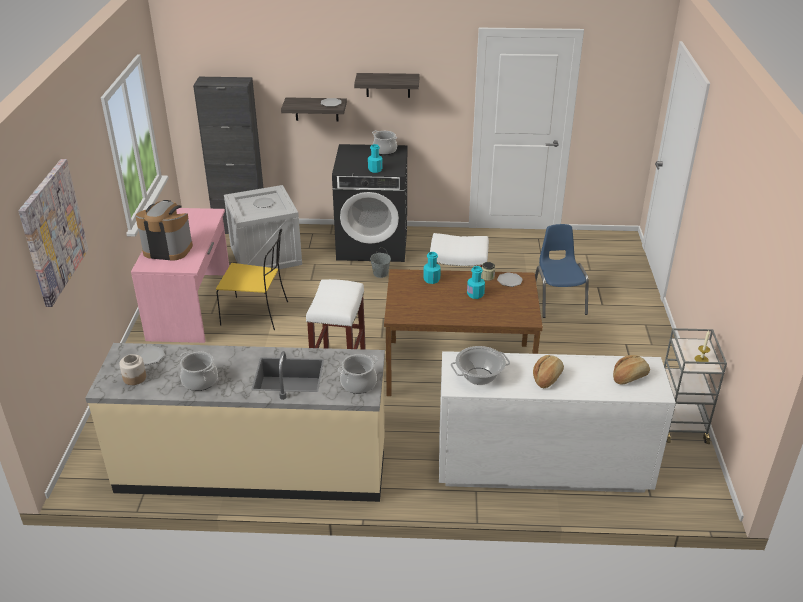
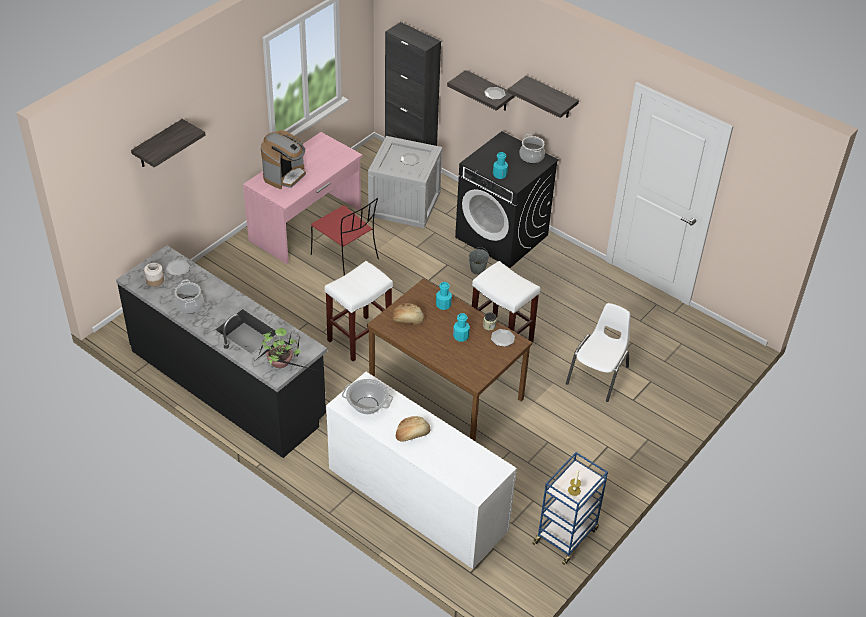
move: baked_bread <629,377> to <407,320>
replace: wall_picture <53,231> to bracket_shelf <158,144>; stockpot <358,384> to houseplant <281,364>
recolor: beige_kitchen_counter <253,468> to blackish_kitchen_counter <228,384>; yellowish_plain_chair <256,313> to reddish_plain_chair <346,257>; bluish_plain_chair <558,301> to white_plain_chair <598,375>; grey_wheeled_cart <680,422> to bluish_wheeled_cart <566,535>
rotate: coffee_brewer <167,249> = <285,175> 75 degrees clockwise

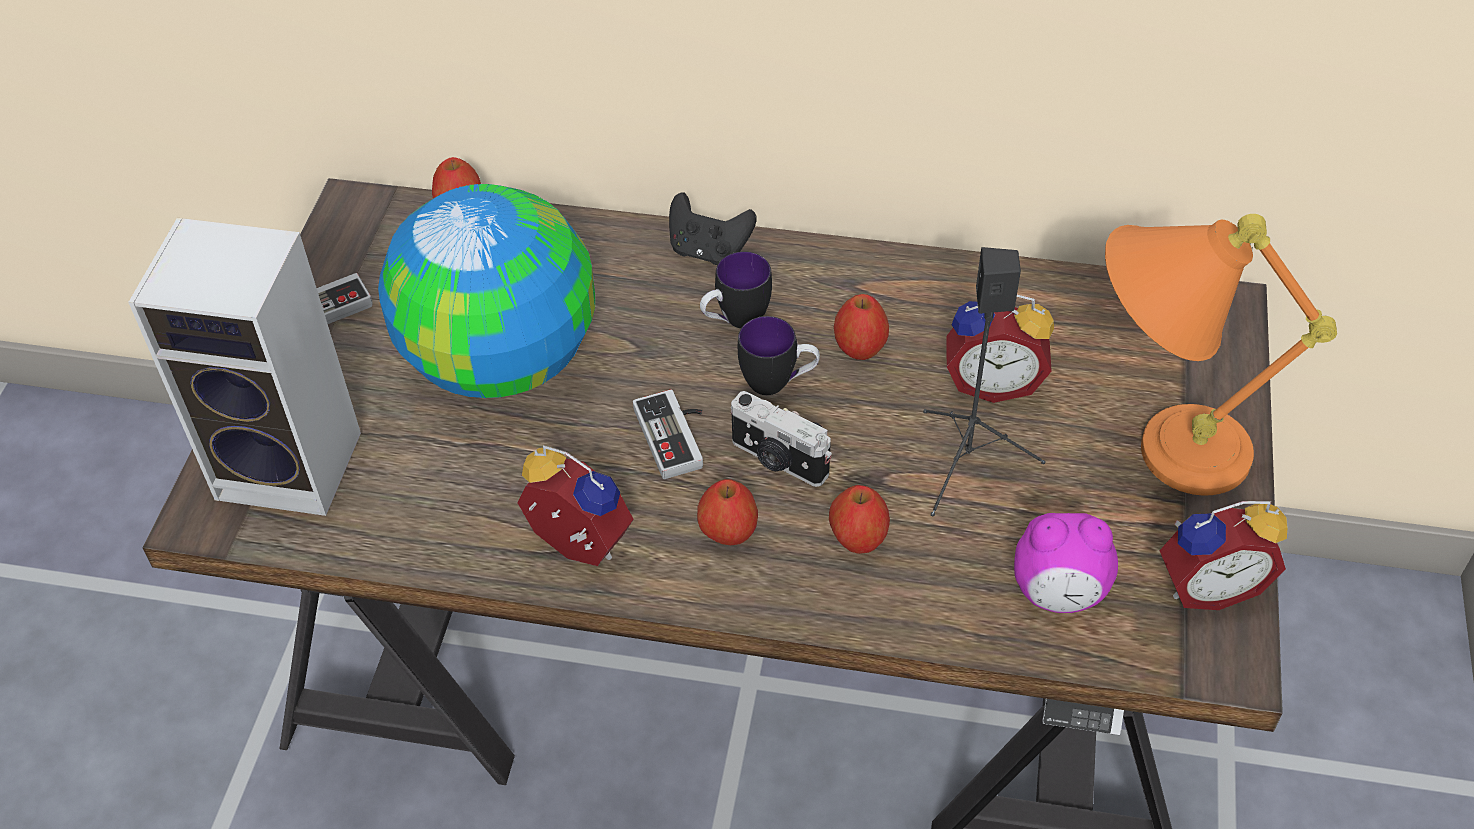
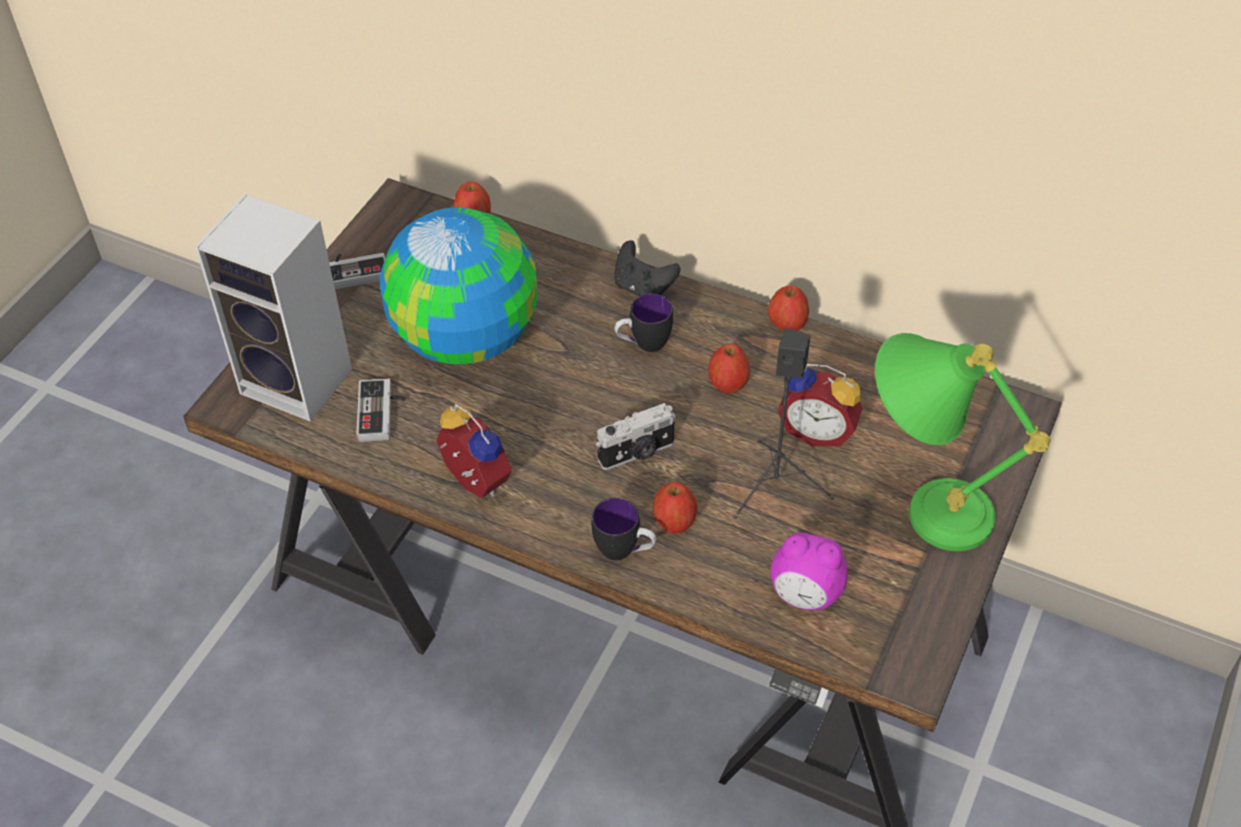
delete: alarm_clock <1207,584>
move: game_controller <677,436> to <382,413>; apple <728,533> to <787,325>; mug <778,383> to <624,552>
recolor: orangey_lamp_for_a_table <1153,447> to green_lamp_for_a_table <920,506>
rotate: still_camera <778,460> = <637,453> 75 degrees counterclockwise

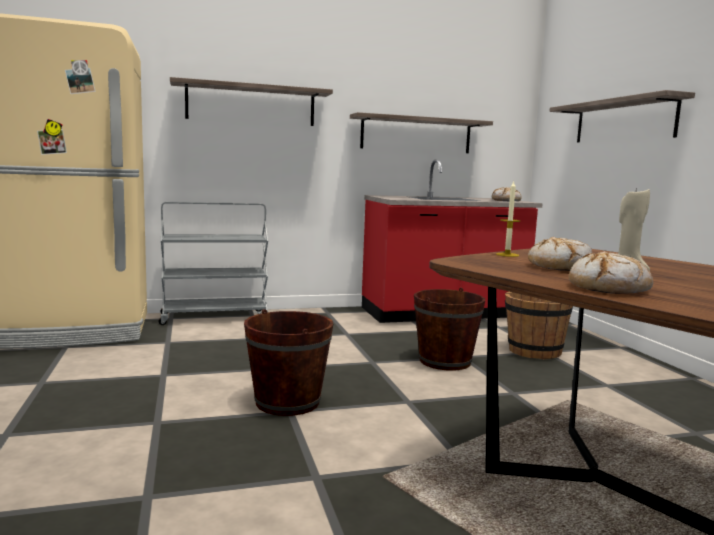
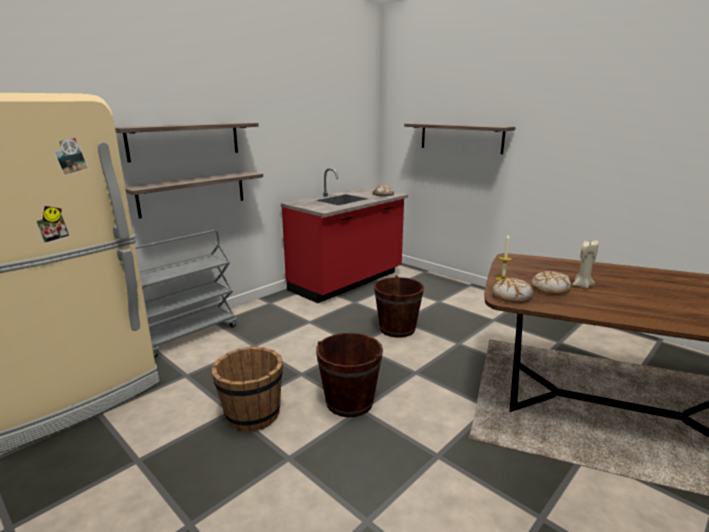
move: bracket_shelf <416,134> to <193,193>; brownish_water_bucket <533,351> to <252,415>; baked_bread <608,288> to <512,296>

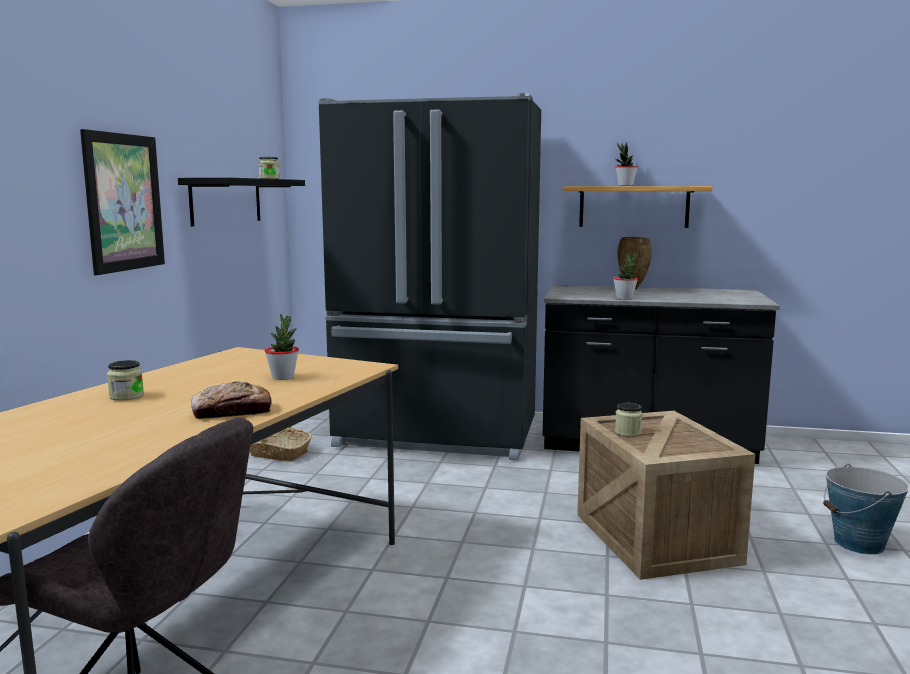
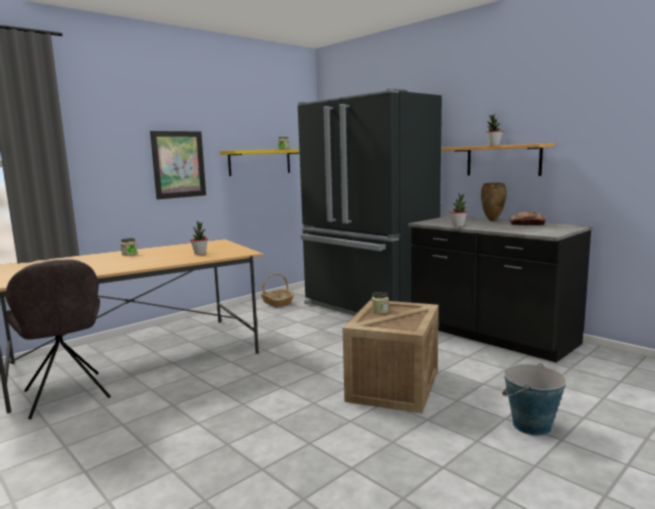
move: baked_bread <232,411> to <527,224>
recolor: blackish_bracket_shelf <226,201> to yellowish_bracket_shelf <260,162>

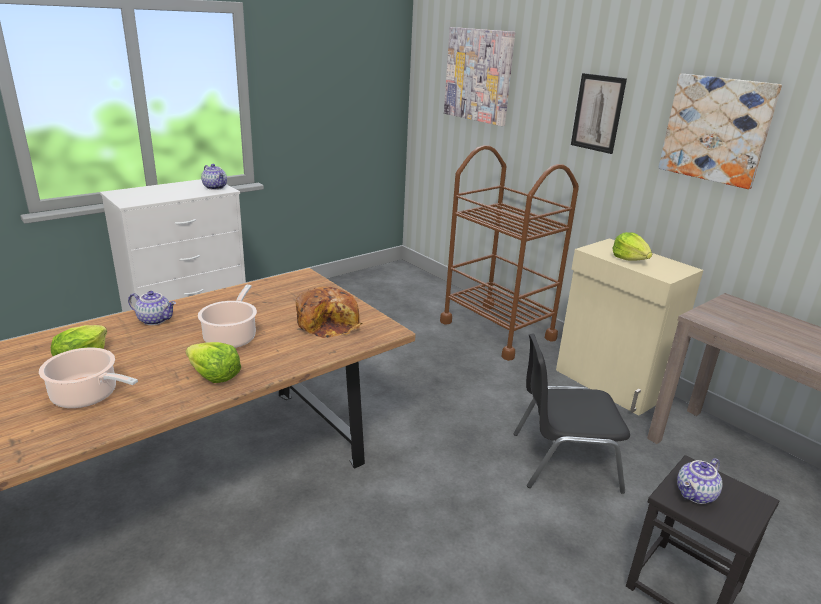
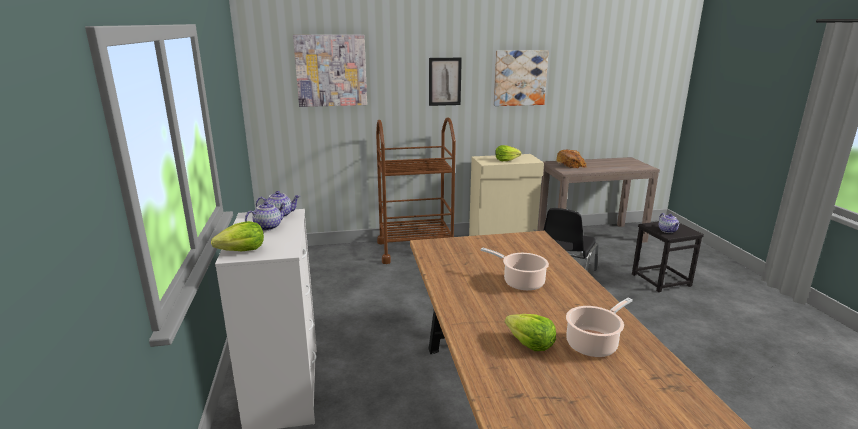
move: teapot <155,320> to <268,227>; lettuce_head <214,376> to <242,250>; baked_bread <329,322> to <571,165>

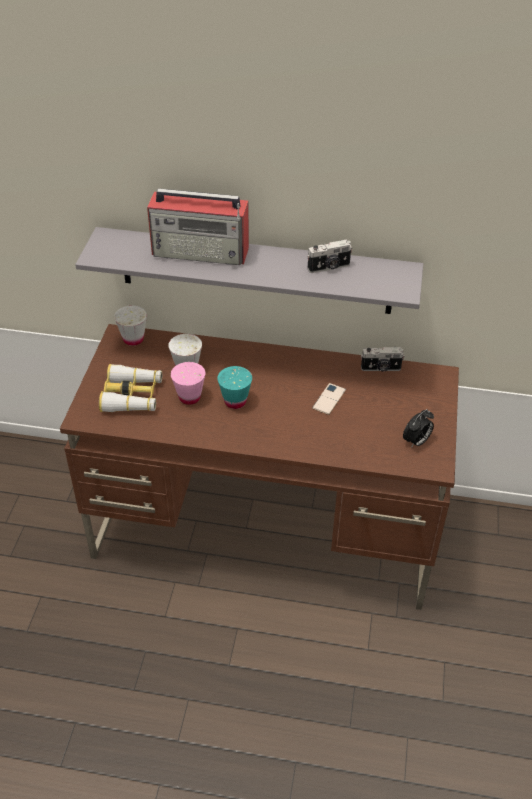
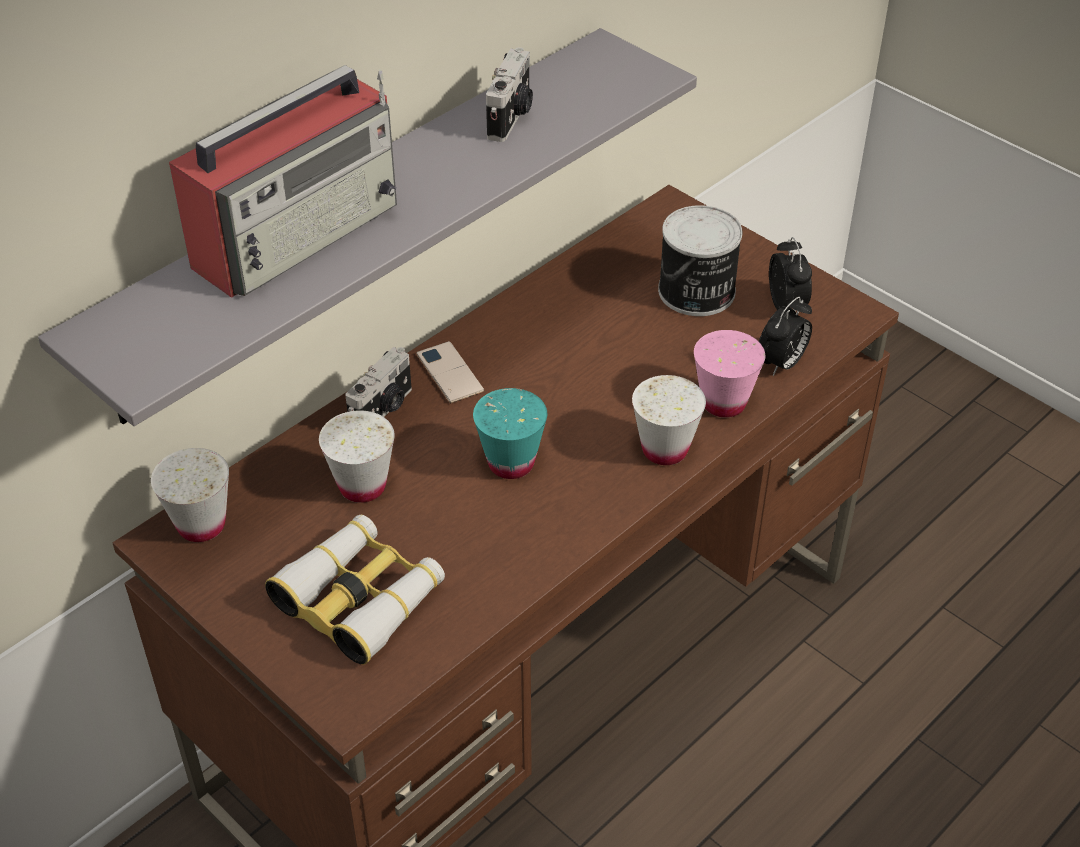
insert: white_cup <664,449>; metal_can <696,292>; alarm_clock <781,364>
move: pink-coloured_cup <189,397> to <723,403>; phone <329,399> to <449,373>; still_camera <381,369> to <383,410>

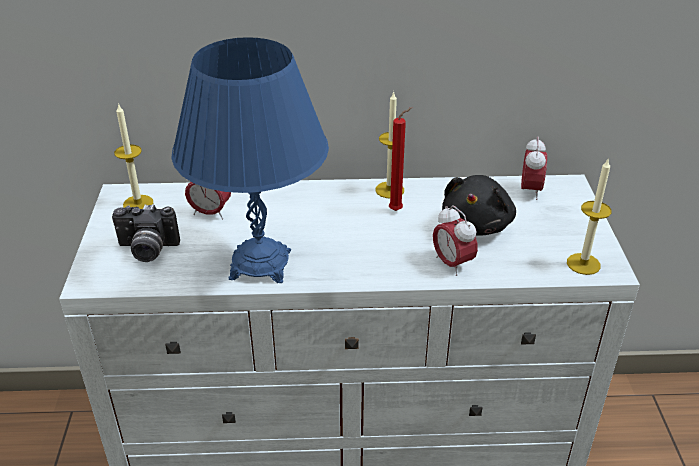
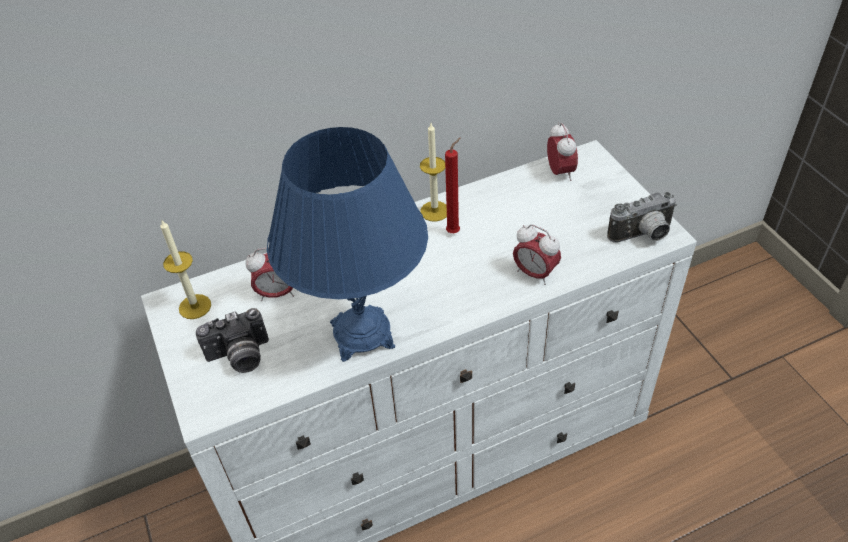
delete: blackish_plush_toy <477,224>
replace: candle <583,264> to still_camera <643,236>

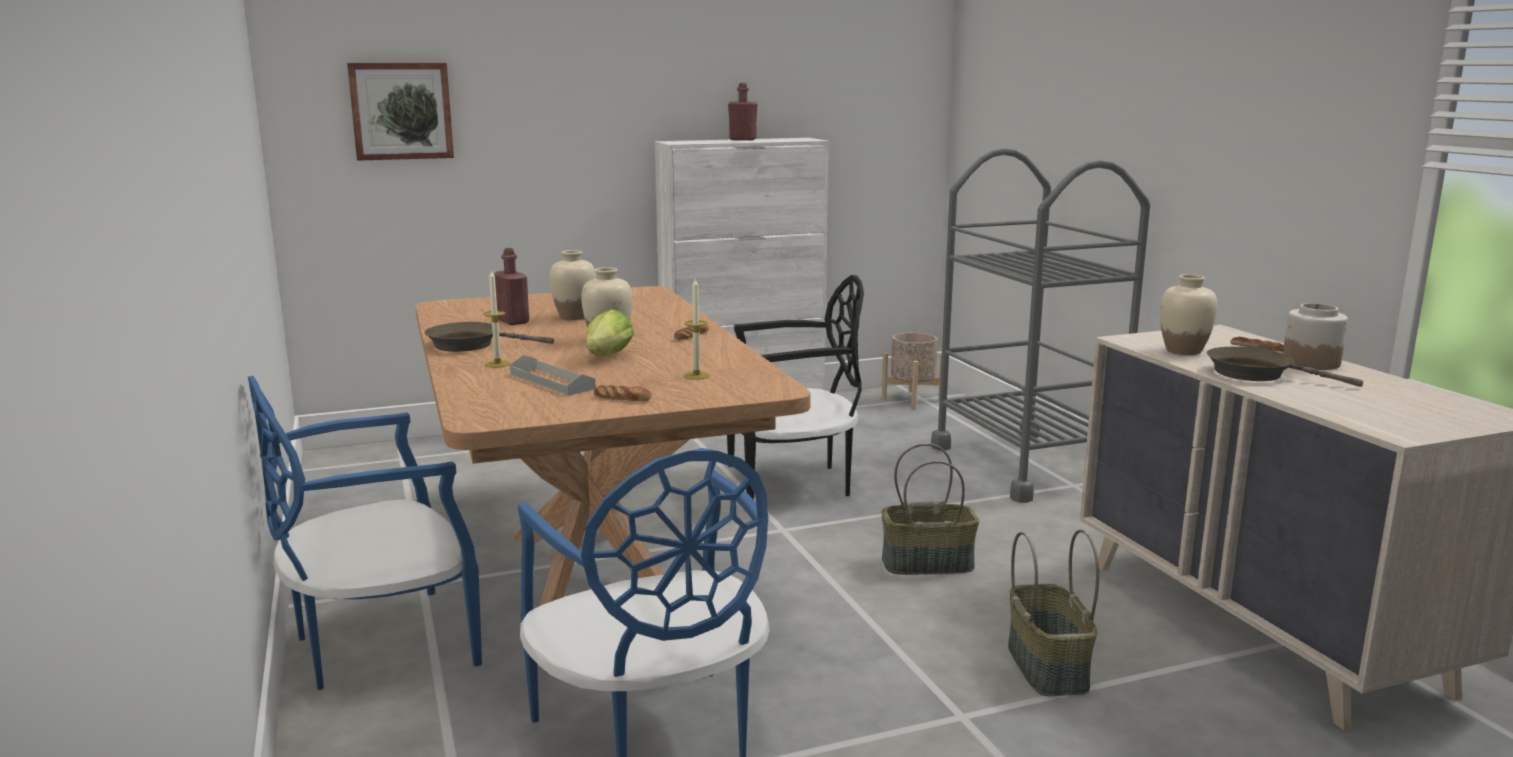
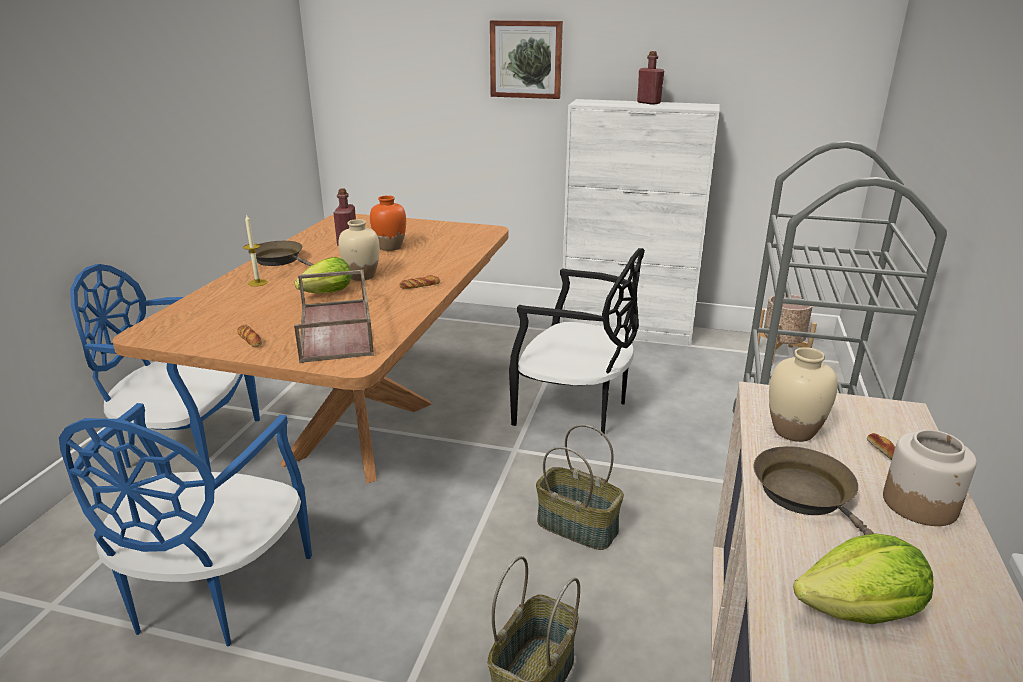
delete: grey_serving_tray <552,381>
insert: lettuce_head <860,612>
move: wall_picture <401,111> to <526,59>
replace: candle <696,375> to brownish_serving_tray <337,330>
recolor: beige_decorative_vase <574,317> to orangey_decorative_vase <390,247>

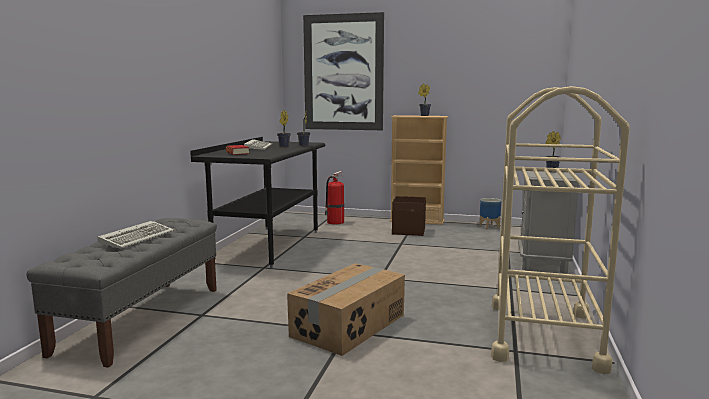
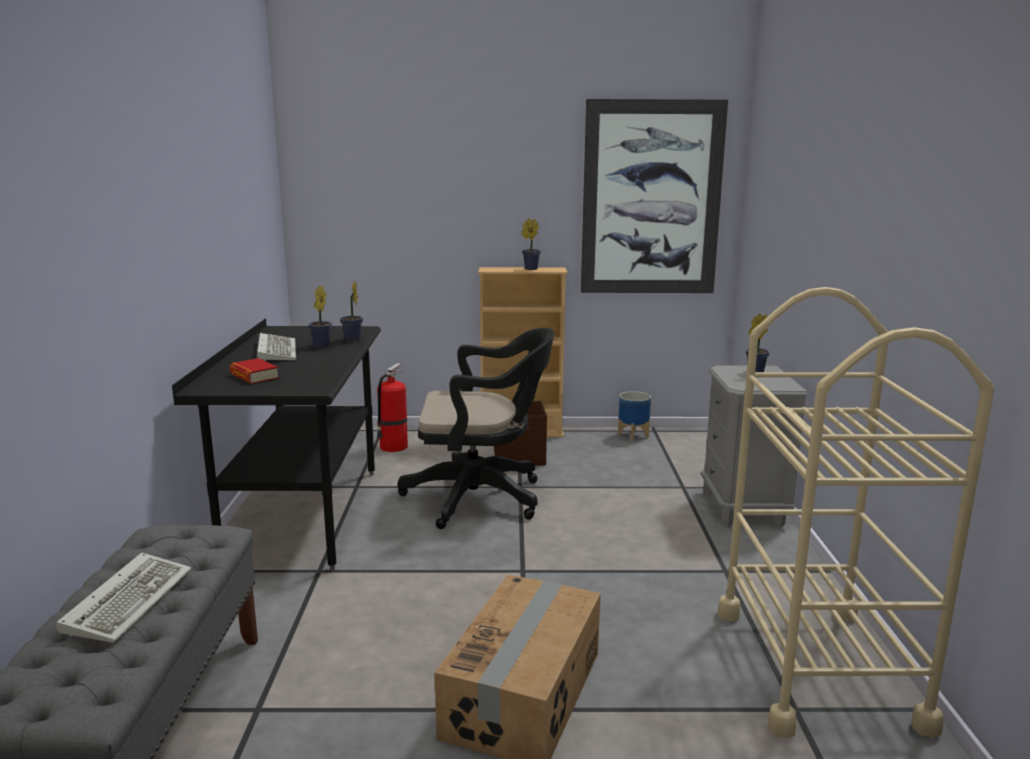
insert: blackish_office_chair <482,498>
move: wall_picture <343,73> to <651,199>

